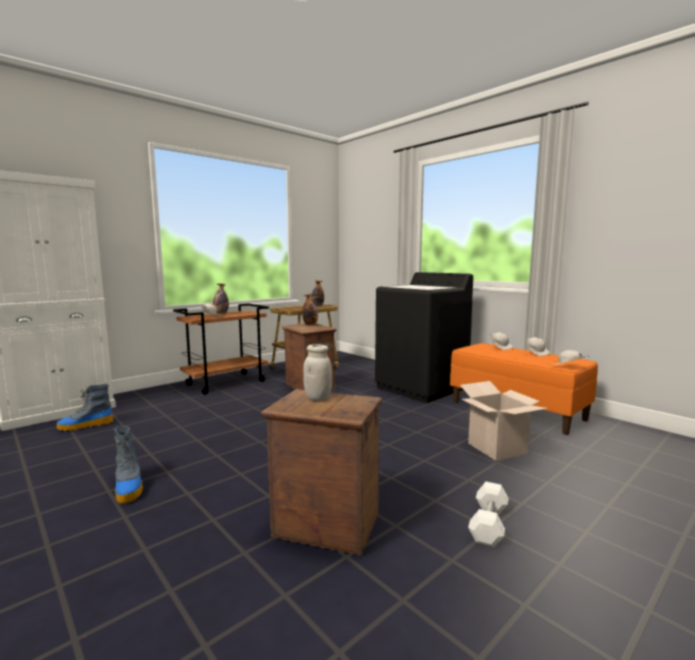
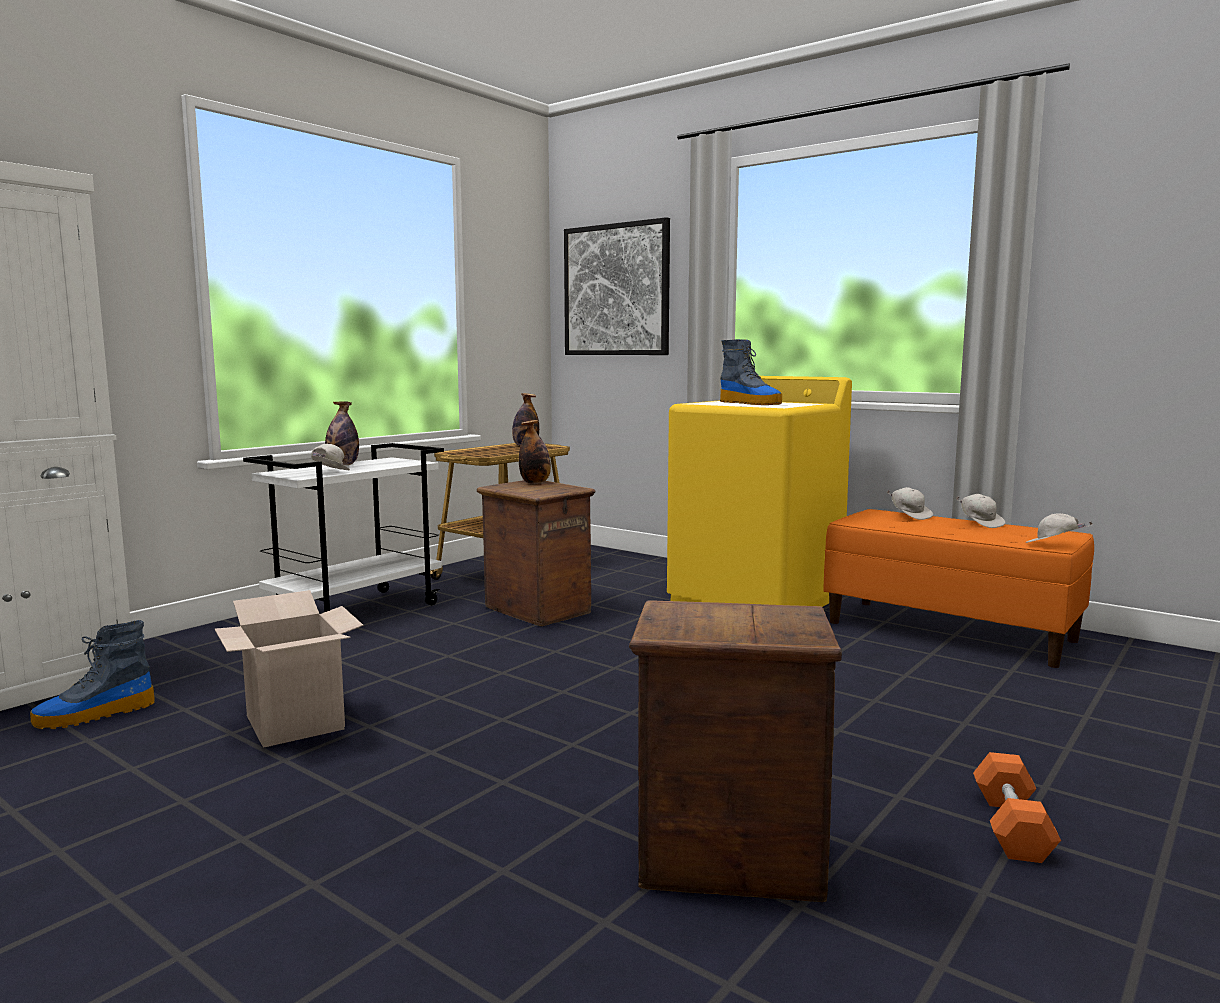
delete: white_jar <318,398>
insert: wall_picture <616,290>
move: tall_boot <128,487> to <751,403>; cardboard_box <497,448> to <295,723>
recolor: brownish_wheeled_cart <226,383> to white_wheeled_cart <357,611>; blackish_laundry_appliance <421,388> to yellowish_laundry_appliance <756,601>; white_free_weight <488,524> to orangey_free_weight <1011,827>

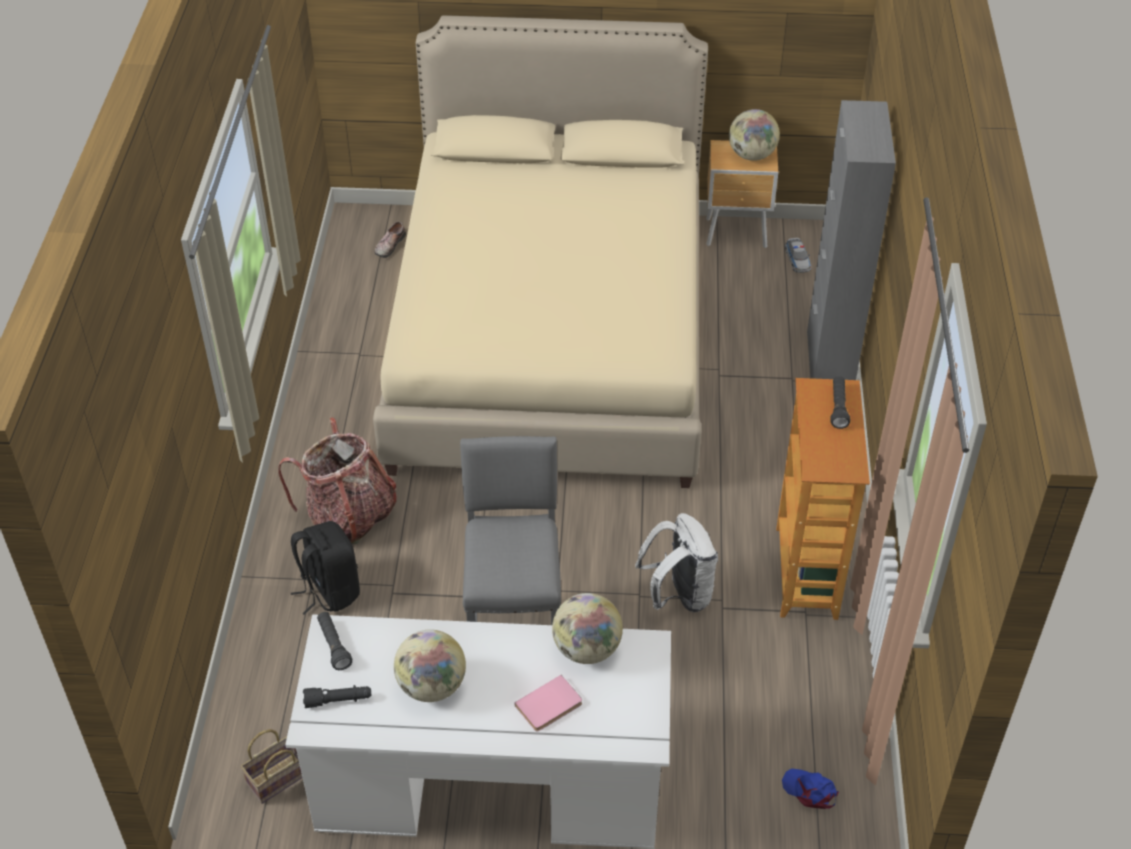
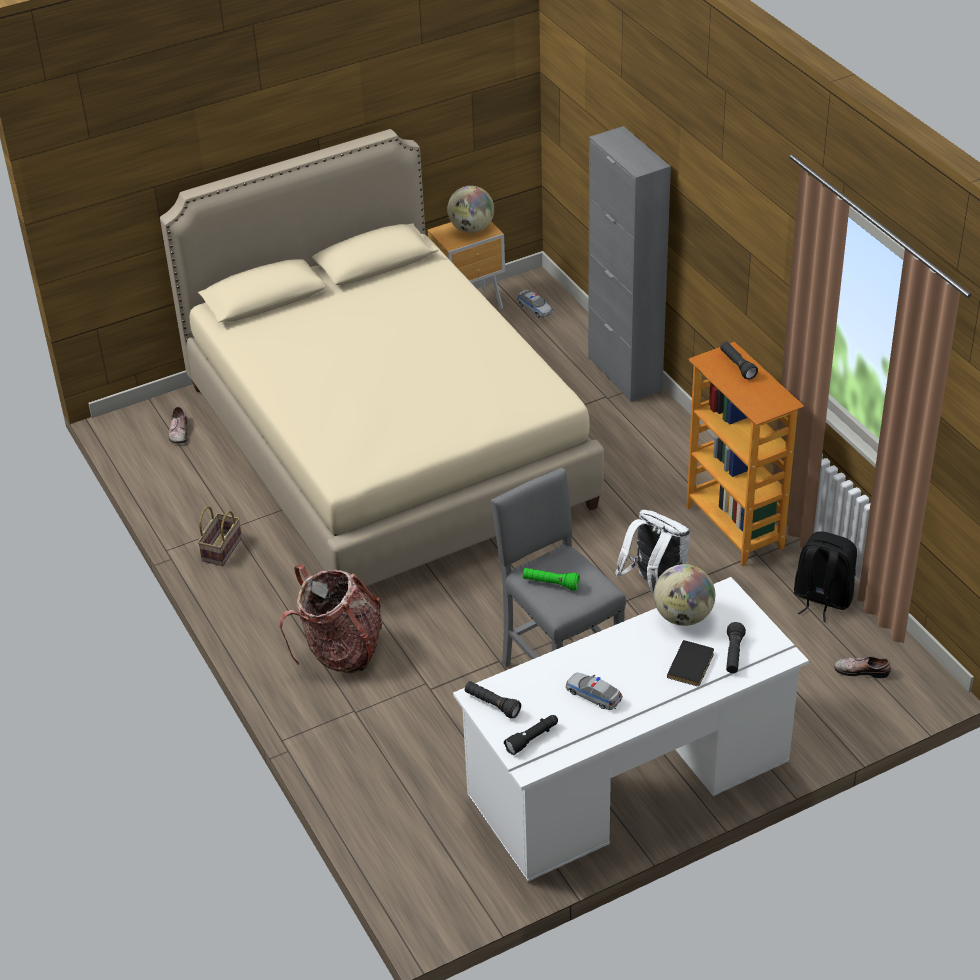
insert: green_torch <550,584>; blackish_torch <733,654>
move: household_basket <278,777> to <221,548>; blackish_backpack <329,590> to <821,599>
replace: globe <431,686> to miniature_car <593,695>; bluish_baseball_cap <810,791> to item_of_footwear <861,669>
recolor: pink-coloured_volume <550,706> to blackish_volume <692,665>

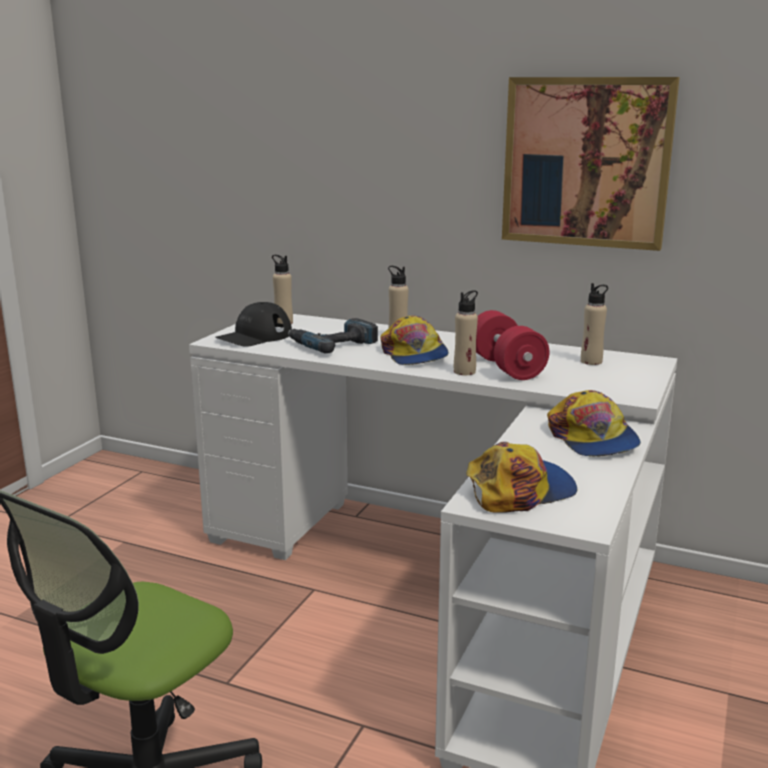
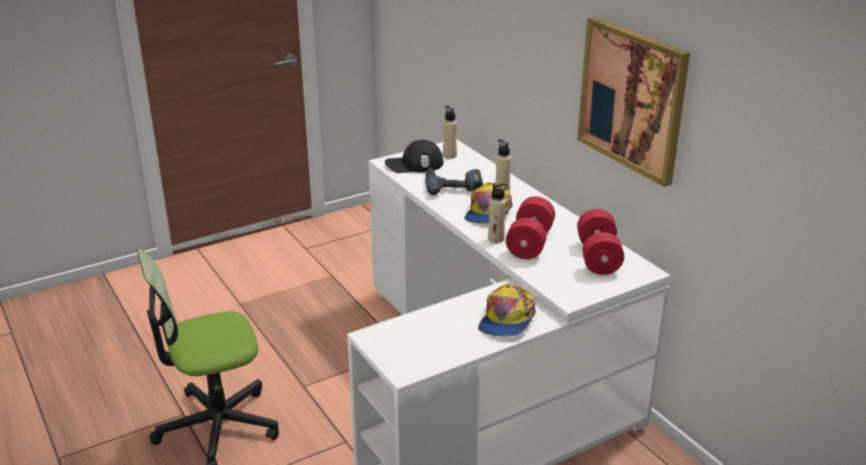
delete: baseball_cap <520,490>
replace: beige_beverage_bottle <591,361> to reddish_free_weight <598,257>

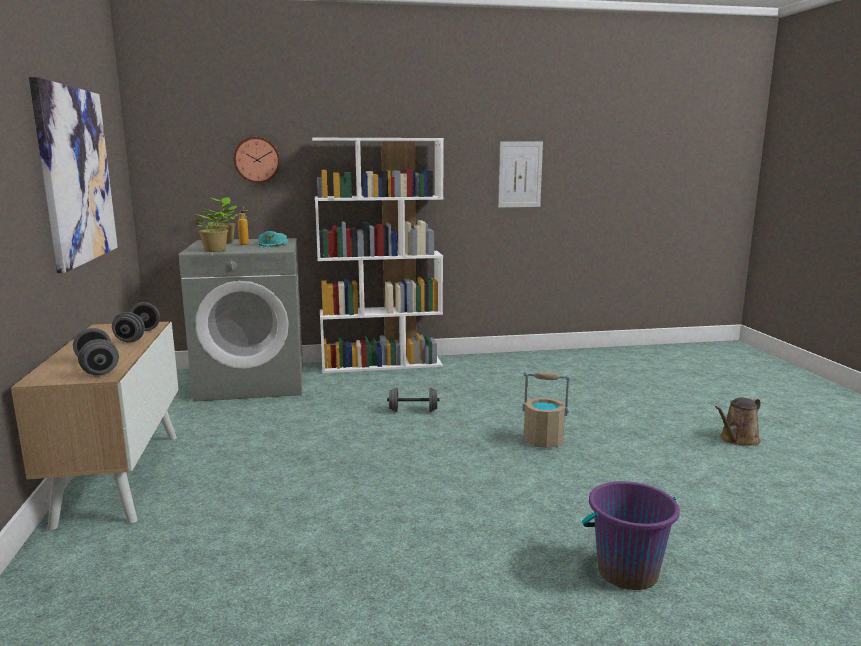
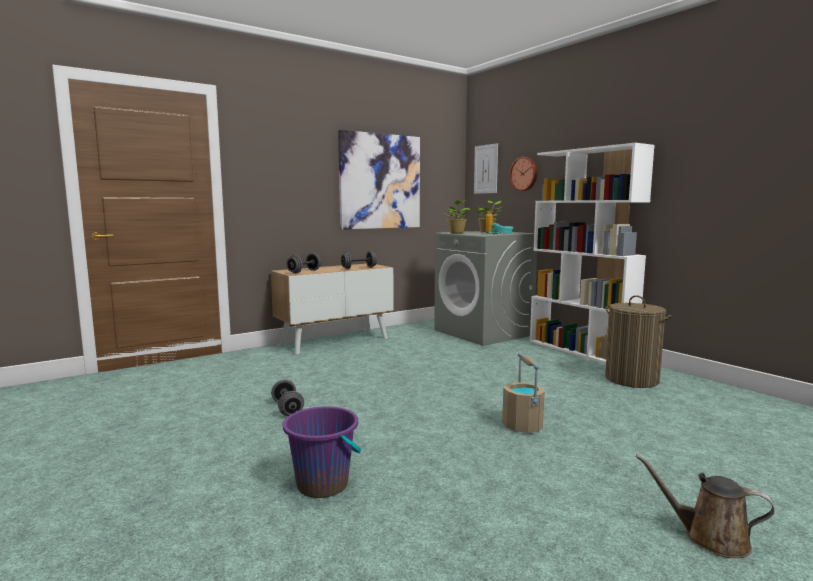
insert: hamper <632,379>
move: grey_free_weight <413,411> to <287,409>; wall_picture <520,174> to <486,169>

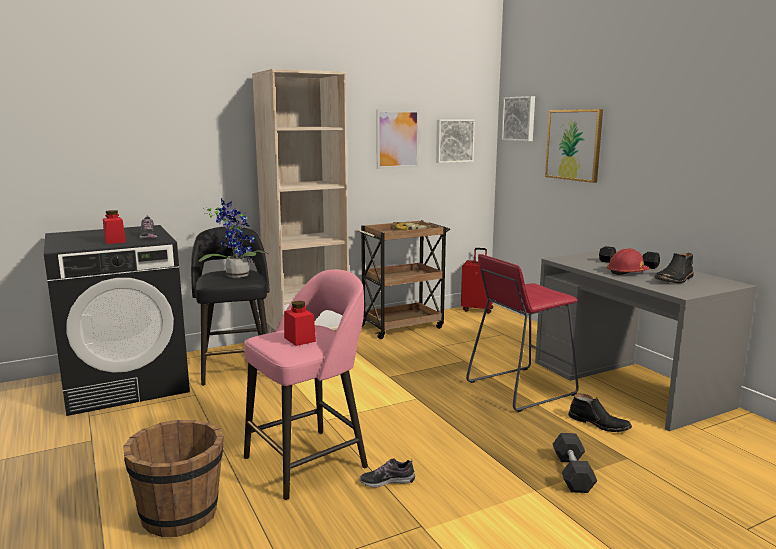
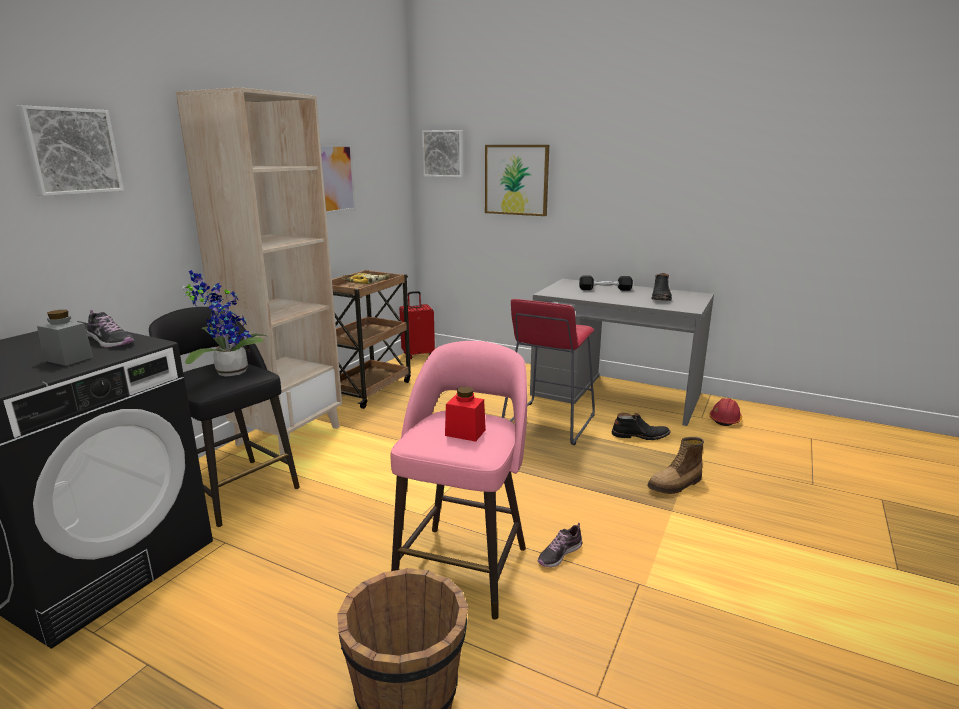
move: wall_picture <454,141> to <71,151>; reddish_work_helmet <627,272> to <725,419>
replace: grey_free_weight <572,473> to tall_boot <675,485>
recolor: reddish_jar <115,241> to grey_jar <68,359>

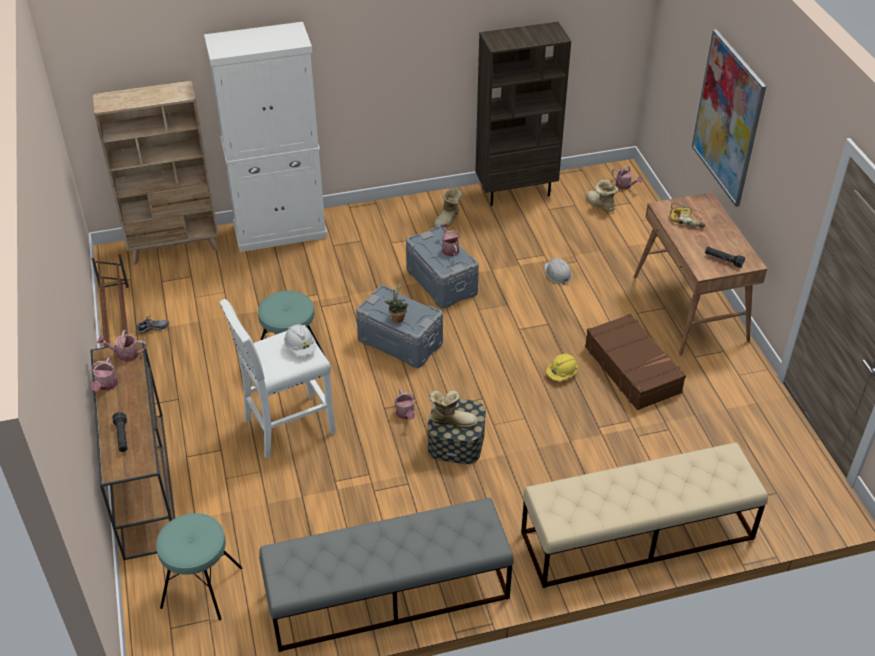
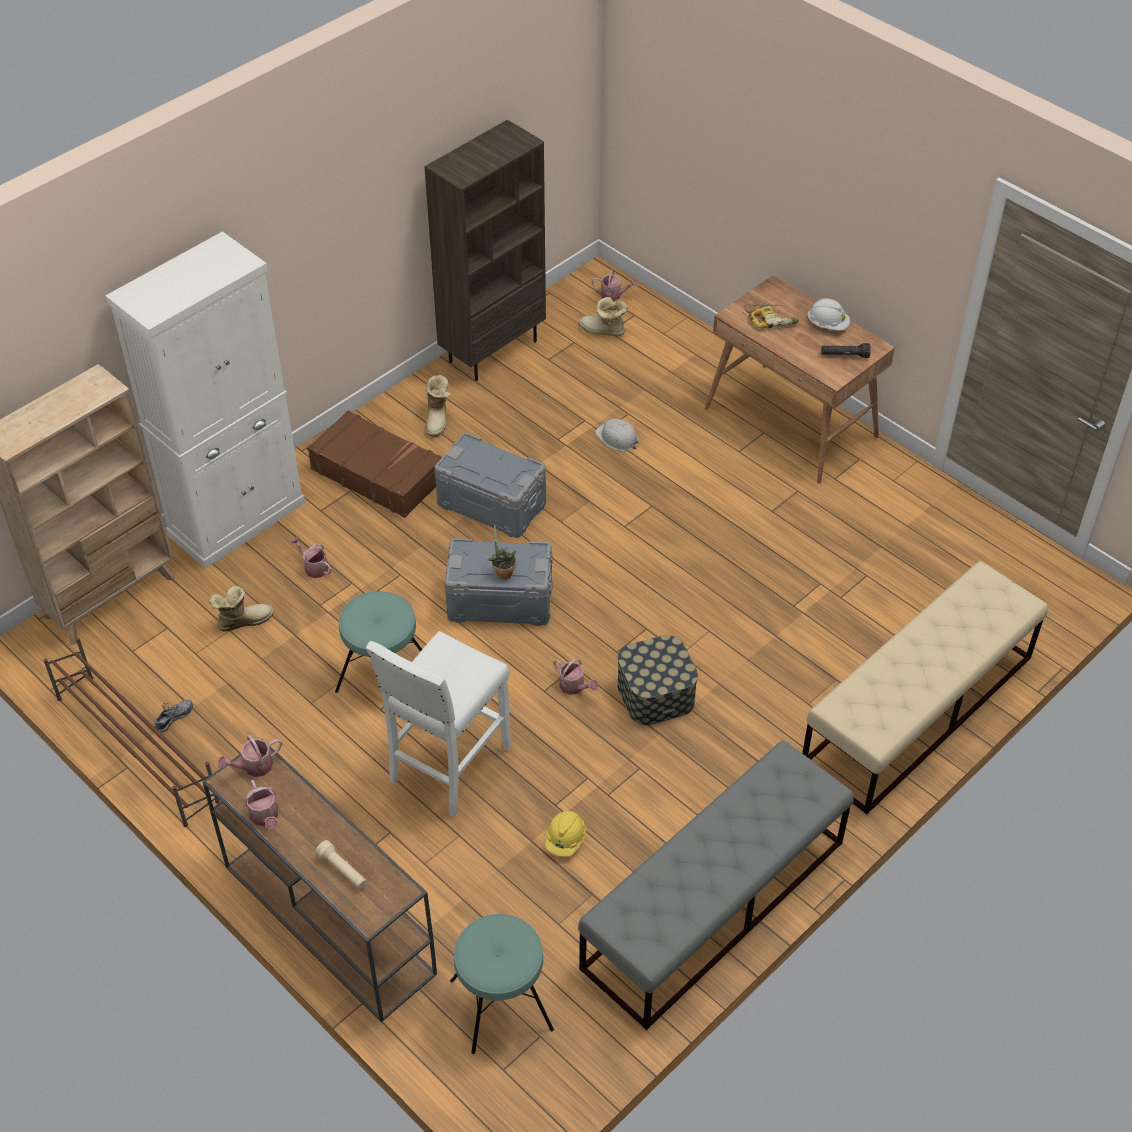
delete: wall_picture <728,118>
move: white_work_helmet <300,347> to <827,325>; tall_boot <452,420> to <243,620>; sprinkling_can <449,249> to <313,567>; yellowish_work_helmet <562,374> to <565,840>; brownish_piece_of_luggage <633,369> to <377,473>
recolor: blackish_torch <122,437> to beige_torch <343,870>

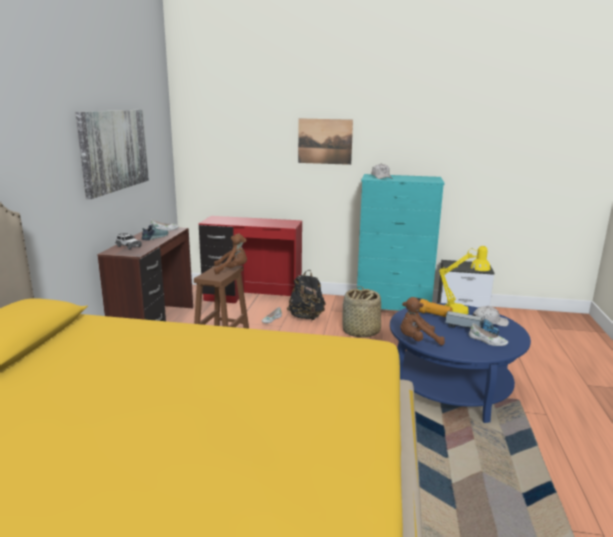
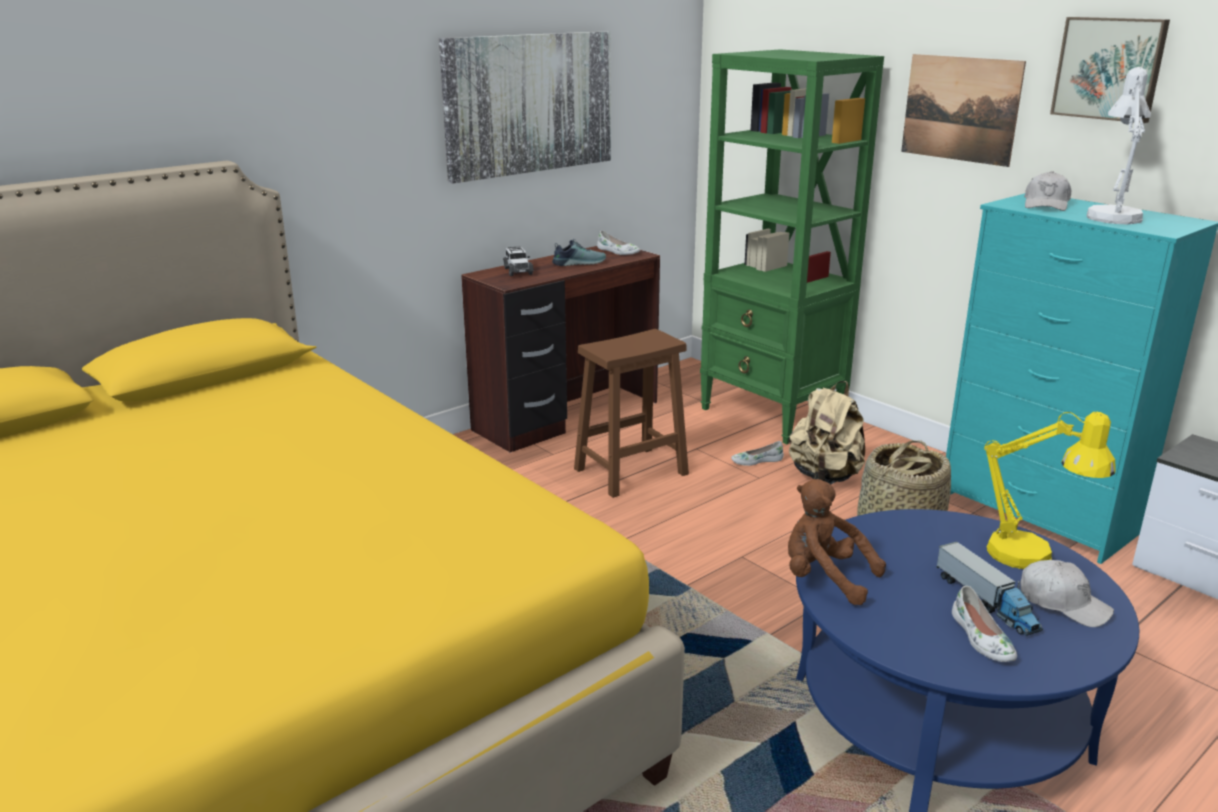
delete: brownish_plush_toy <232,270>; torch <432,314>
insert: wall_picture <1109,68>; white_lamp_for_a_table <1112,216>
replace: reddish_desk_unit <252,299> to green_bookcase <772,415>
recolor: blackish_backpack <306,317> to beige_backpack <825,477>

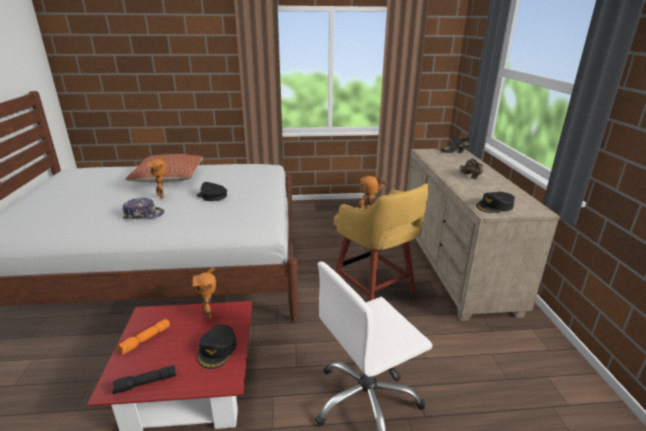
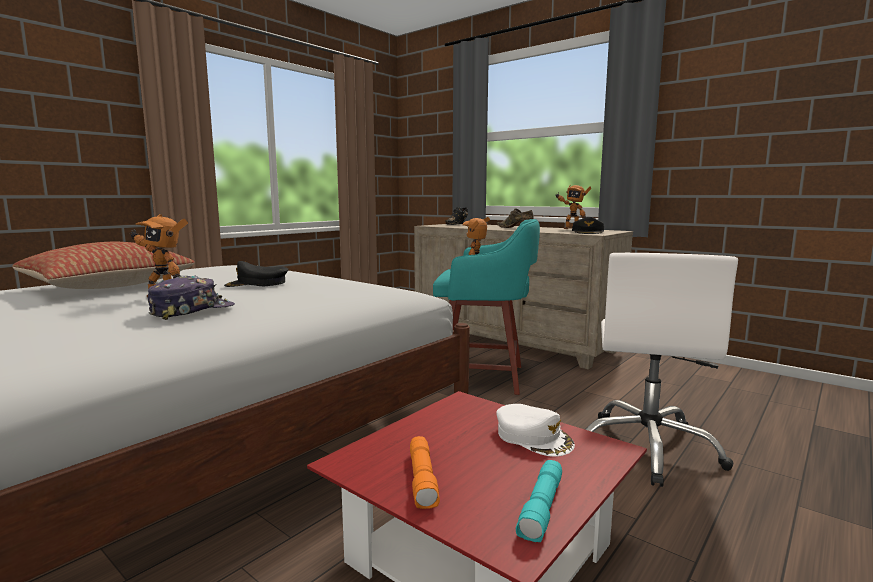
move: model_robot <209,314> to <570,228>
recolor: blackish_torch <145,384> to turquoise_torch <542,509>; blackish_baseball_cap <217,350> to white_baseball_cap <534,437>; yellowish_stool <374,289> to turquoise_stool <484,377>

